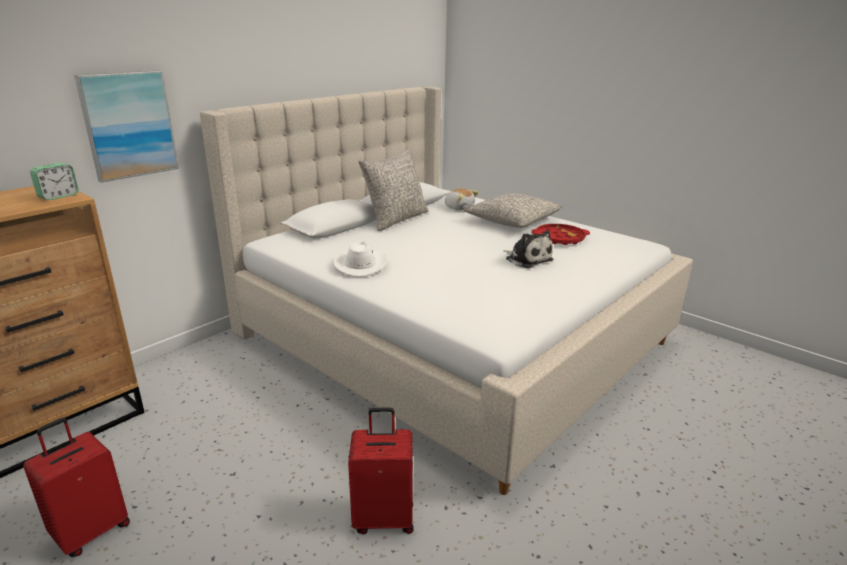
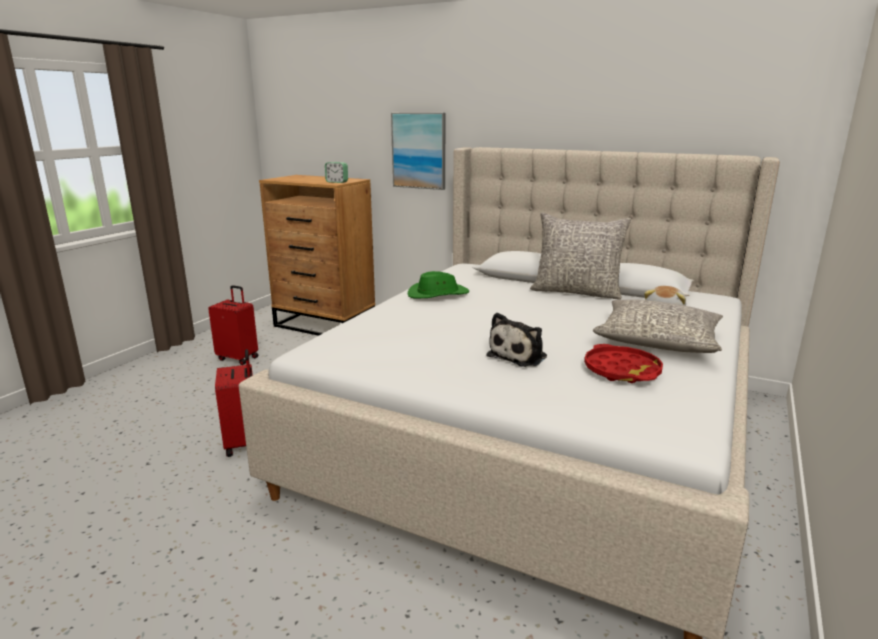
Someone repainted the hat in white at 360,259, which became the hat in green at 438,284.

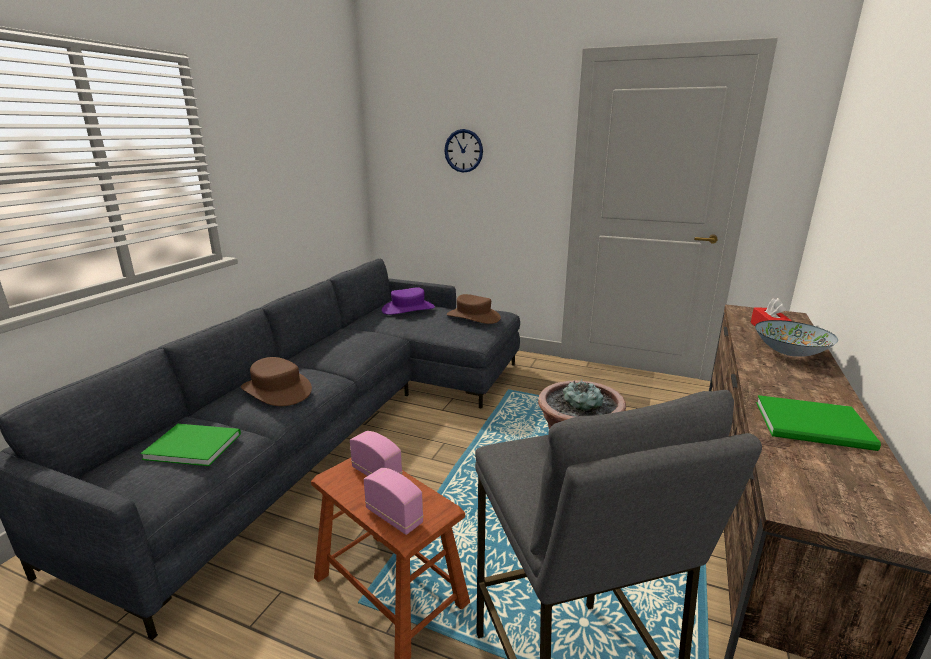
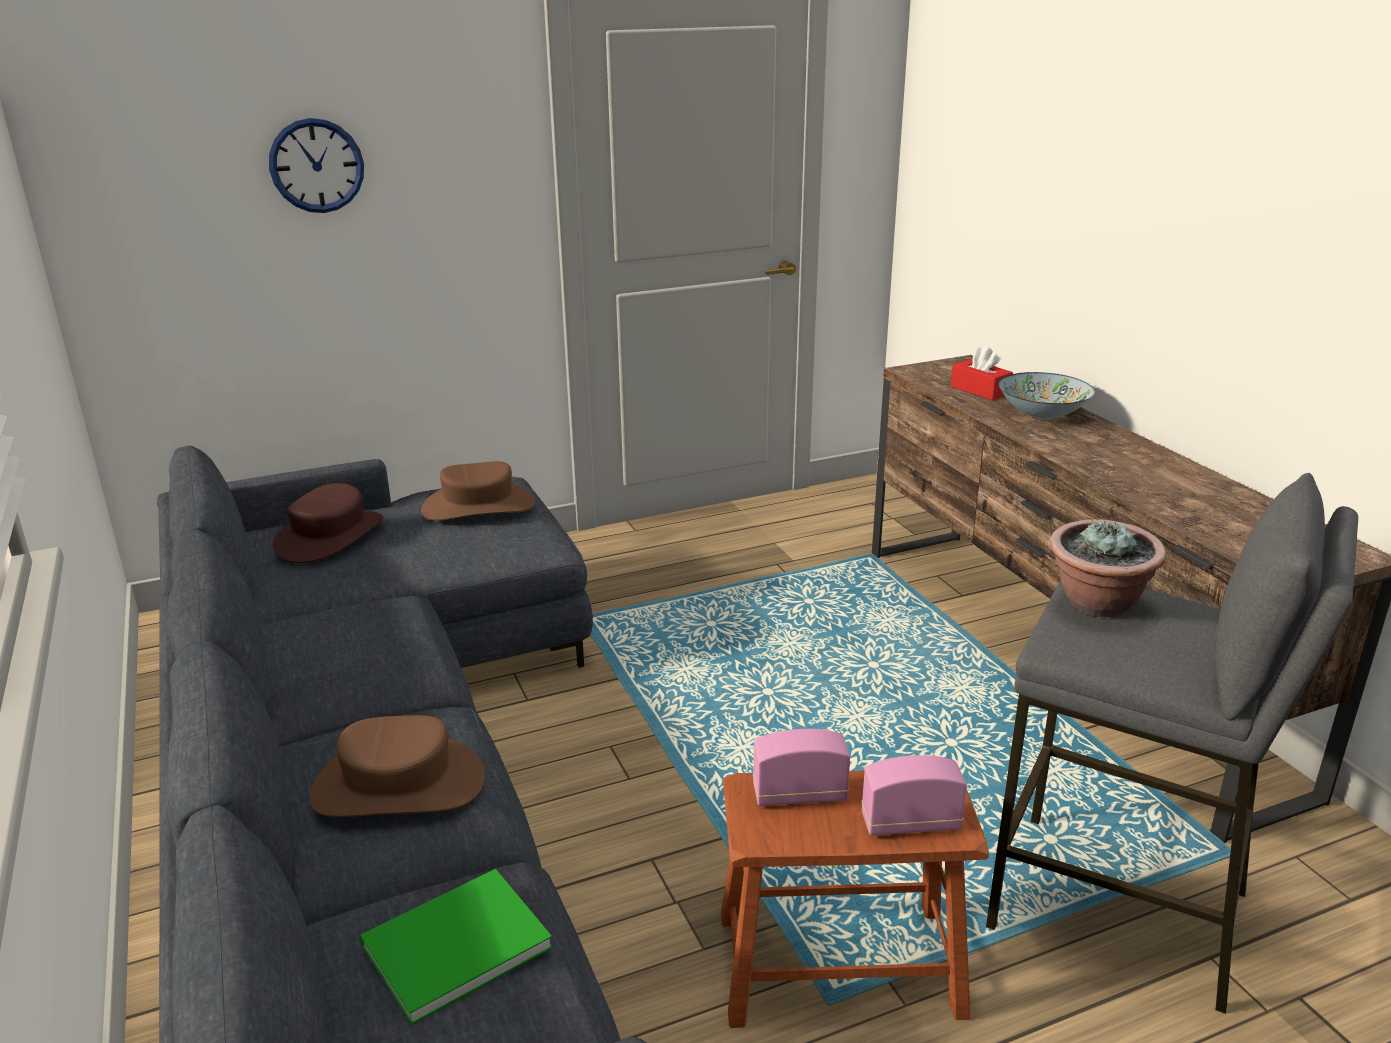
Someone took away the bound book in green at 818,423. Someone repainted the hat in purple at 408,301, which became the hat in brownish at 328,523.

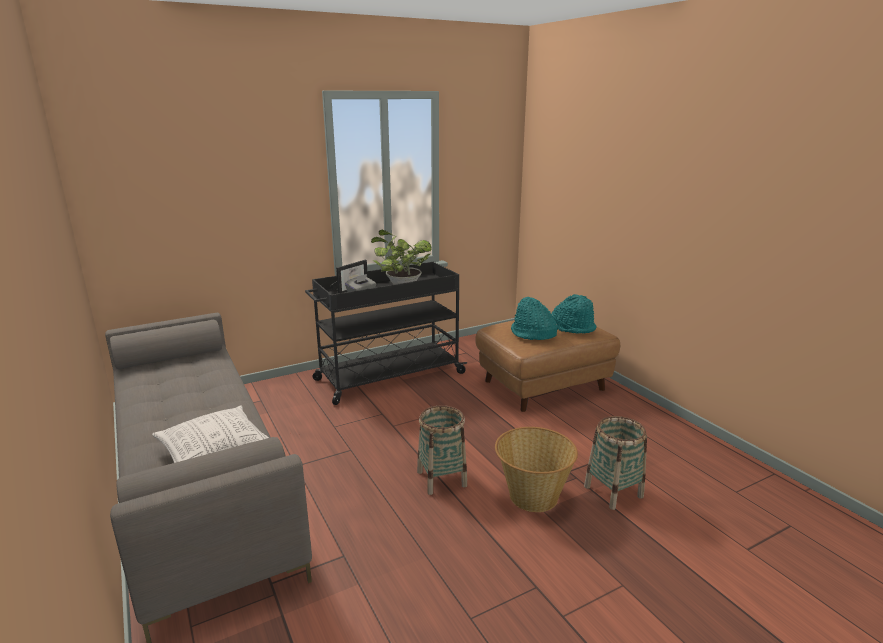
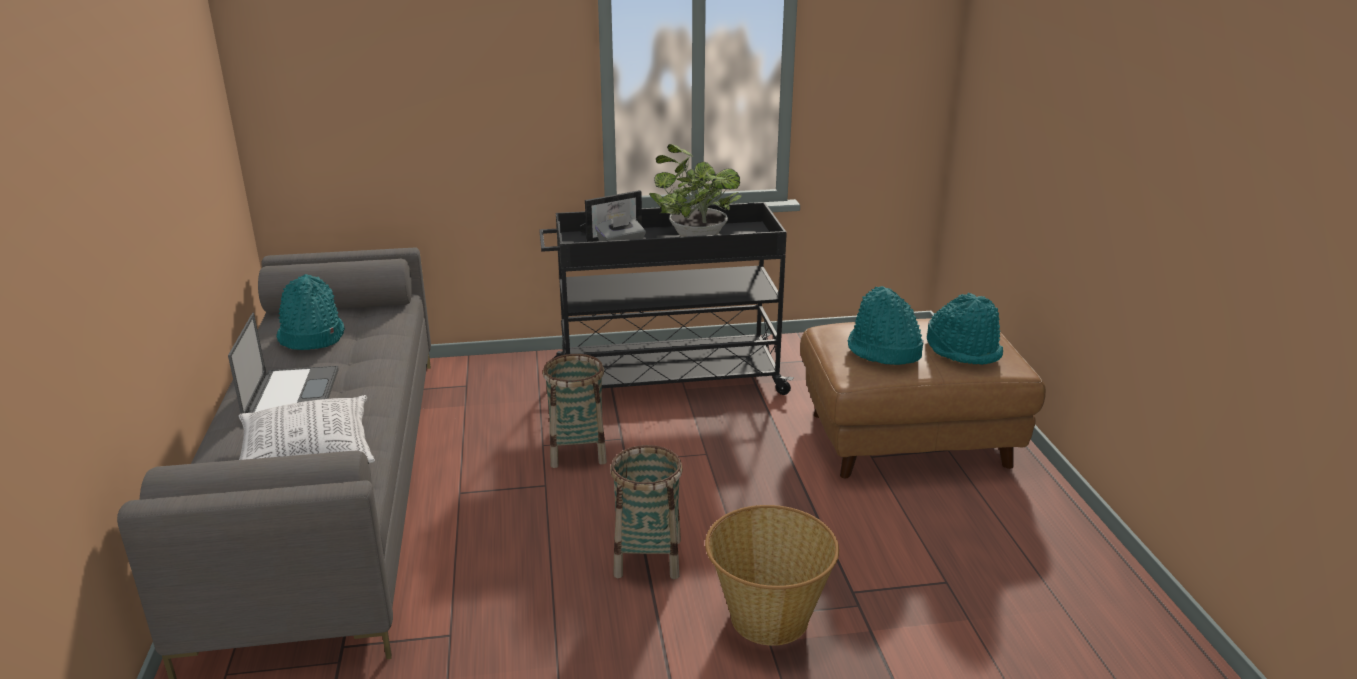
Someone put down the laptop at 283,363. Someone put down the hat in turquoise-coloured at 311,312. Someone carried the basket from 615,463 to 575,411.

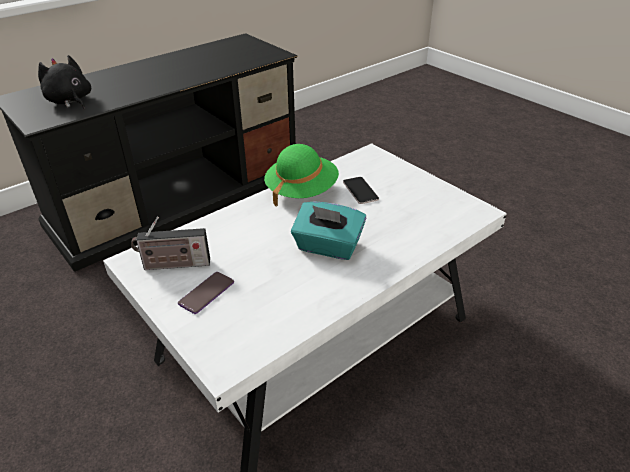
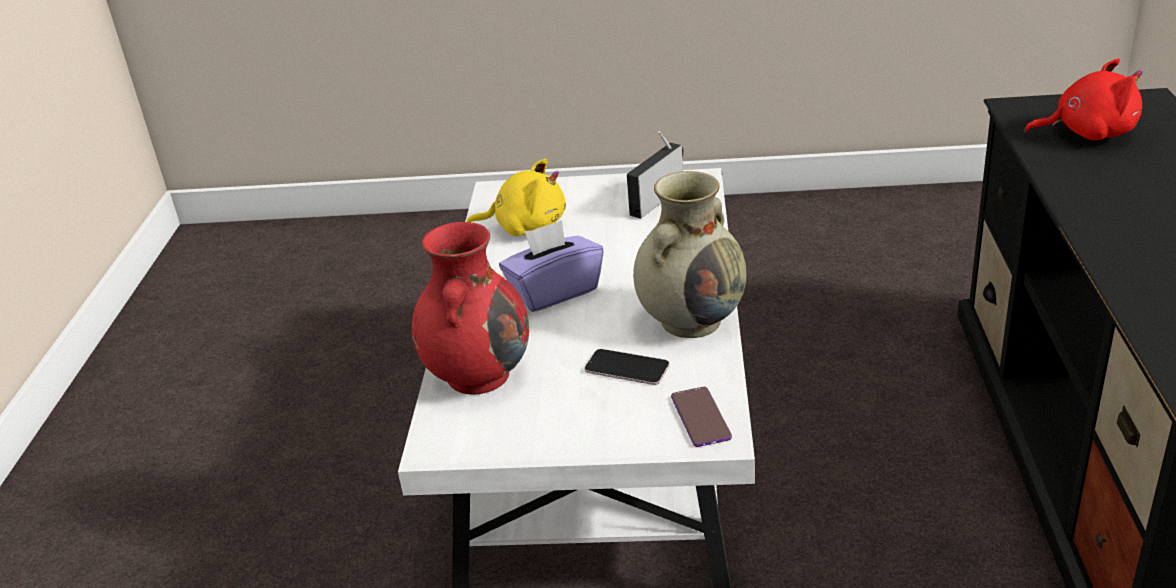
Someone put down the decorative vase in red-coloured at 470,308. Someone put down the plush toy in yellowish at 516,197. Someone carried the phone from 206,293 to 701,417. Someone swapped the hat in green at 301,175 for the decorative vase in beige at 689,254. Someone repainted the plush toy in black at 64,82, which became the plush toy in red-coloured at 1083,99. Someone repainted the tissue holder in turquoise-coloured at 328,230, which became the tissue holder in purple at 551,266.

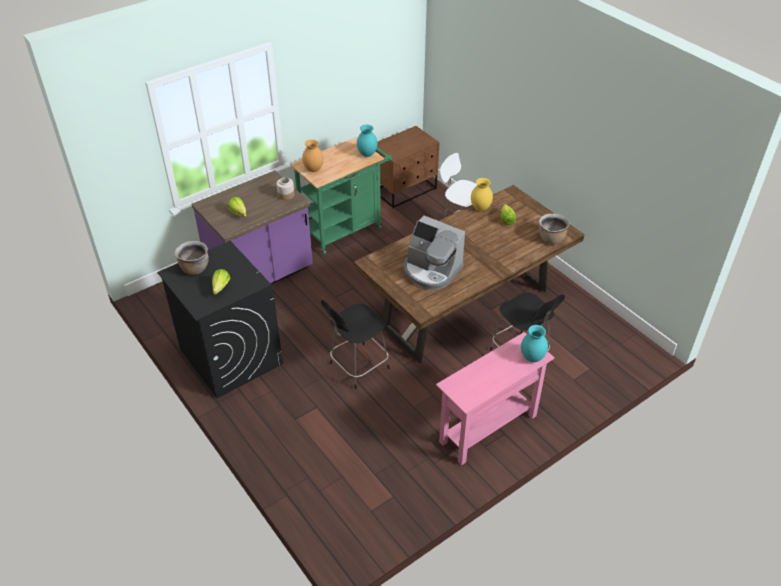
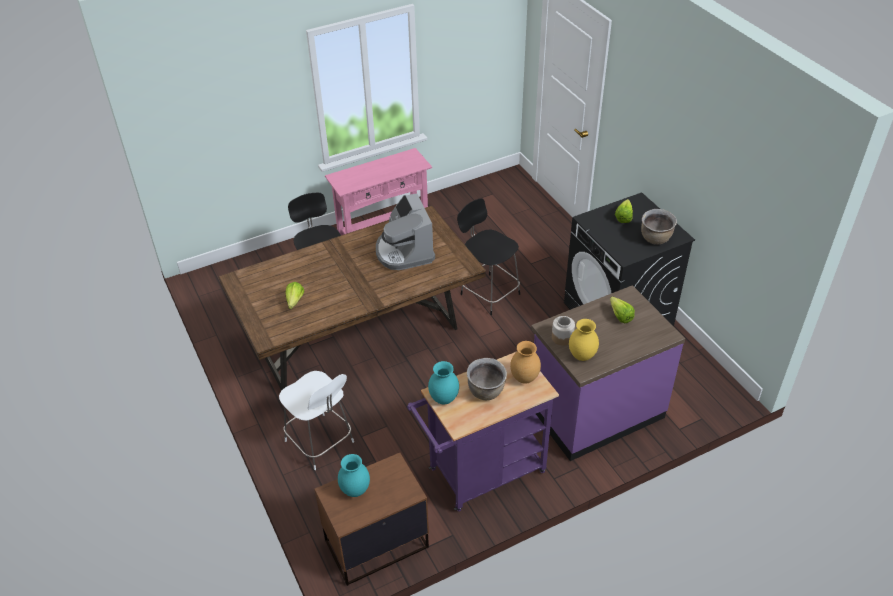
Someone carried the decorative vase in yellowish from 482,194 to 584,340. Someone carried the decorative vase in turquoise-coloured from 534,343 to 354,475. Someone carried the cooking pot in brownish from 554,229 to 487,379. Someone repainted the wheeled cart in green at 341,196, which became the wheeled cart in purple at 483,432. Someone rotated the plain chair in black at 355,344 by 105 degrees counterclockwise. Someone rotated the coffee maker at 434,253 by 150 degrees counterclockwise.

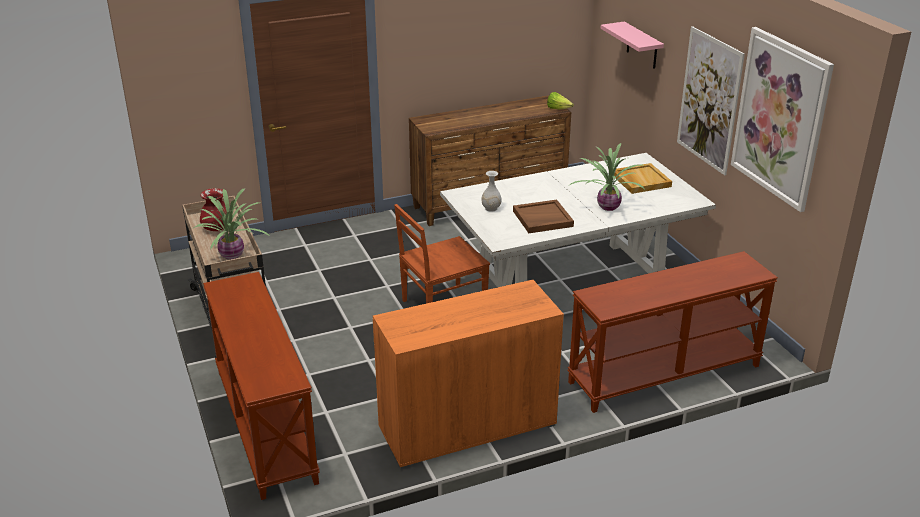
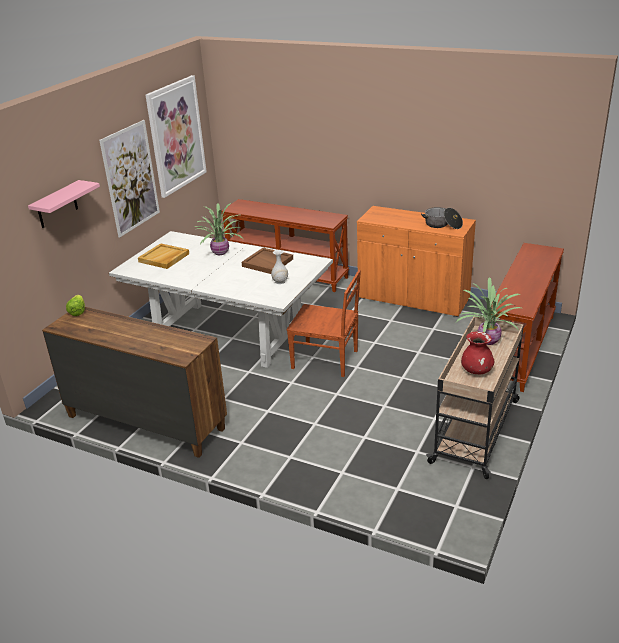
Someone put down the cooking pot at 442,218.

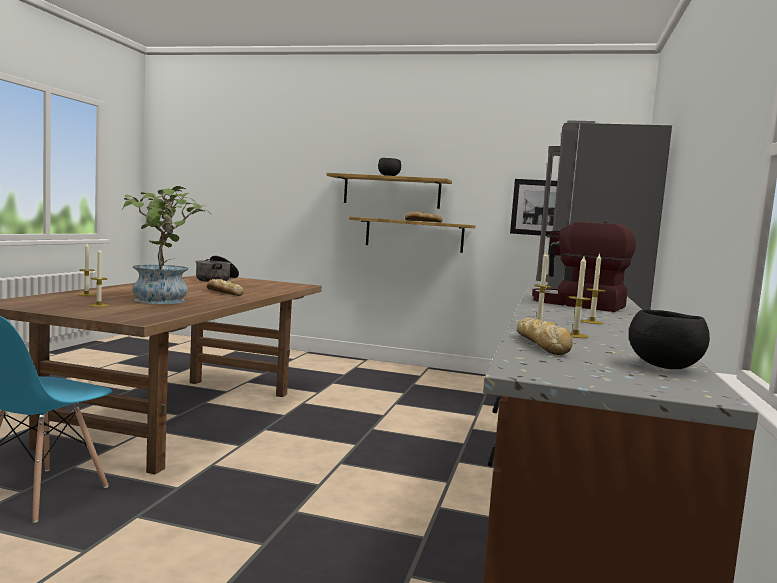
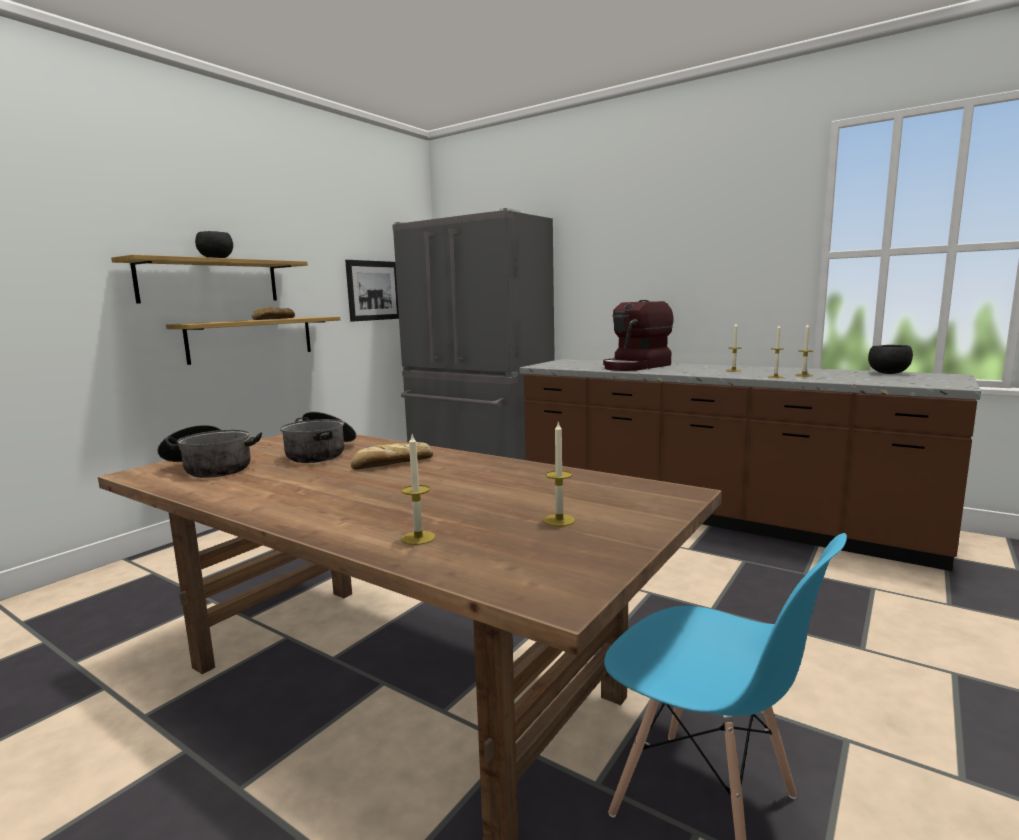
Someone took away the houseplant at 167,245. Someone took away the baked bread at 545,336. Someone put down the cooking pot at 318,437.

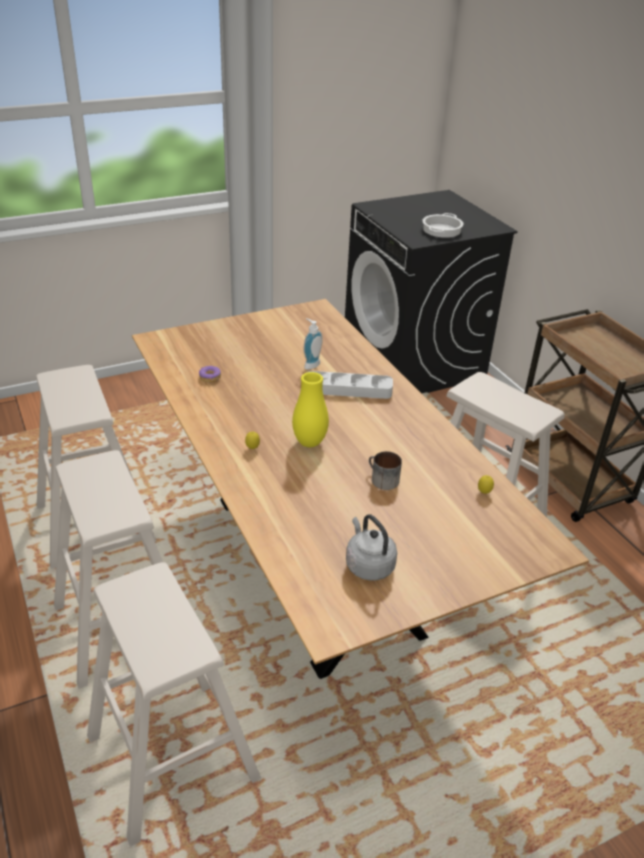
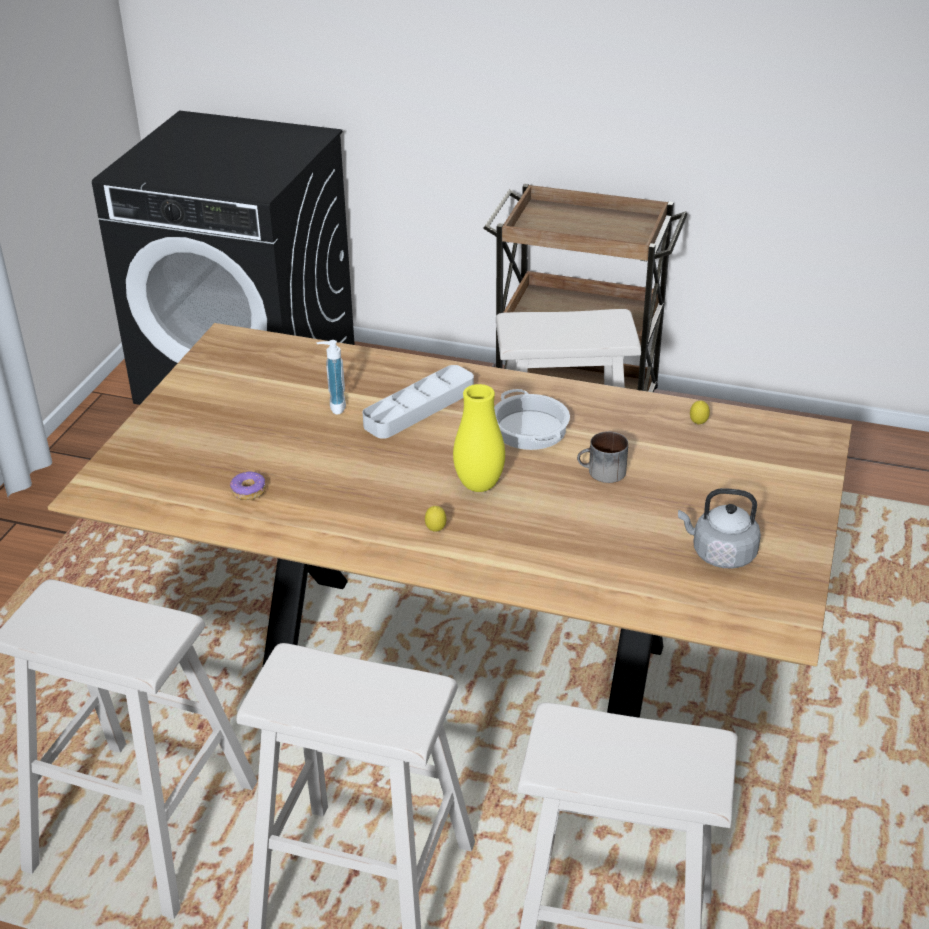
Someone carried the cooking pot from 443,225 to 532,419.

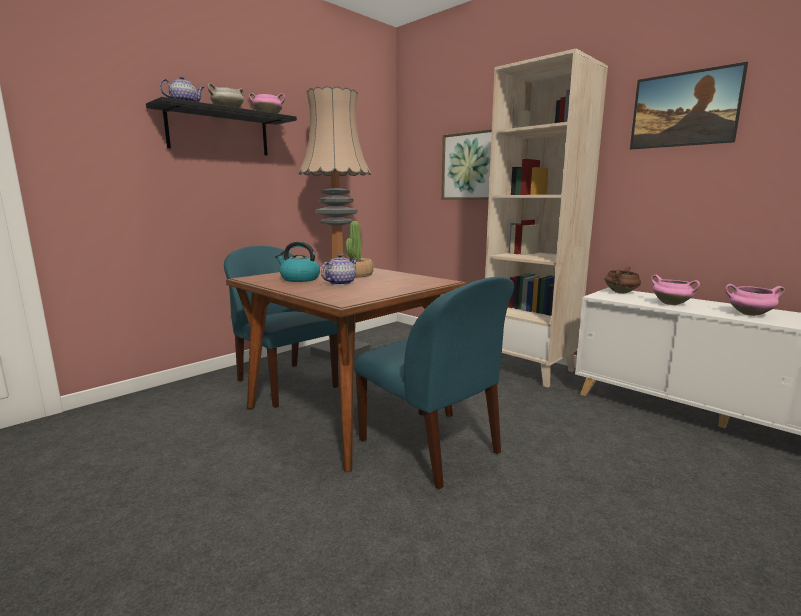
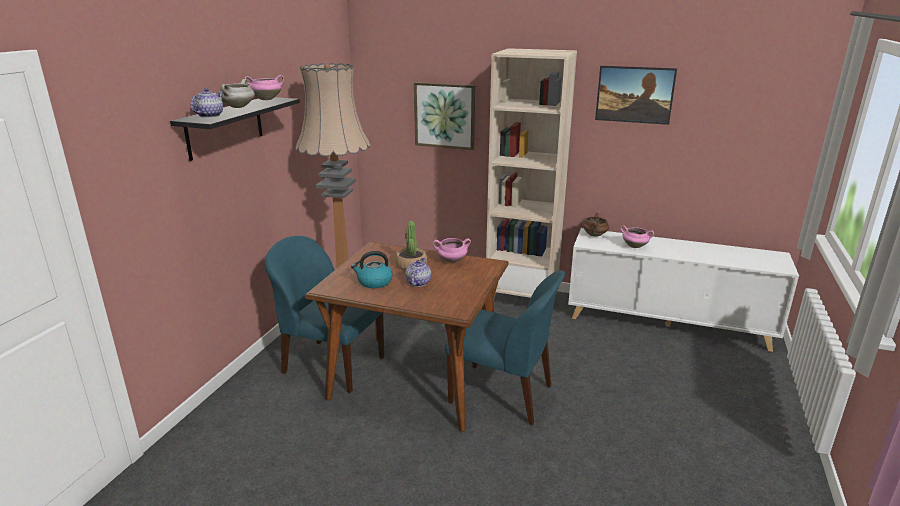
Someone carried the cooking pot in pinkish from 755,300 to 452,250.

